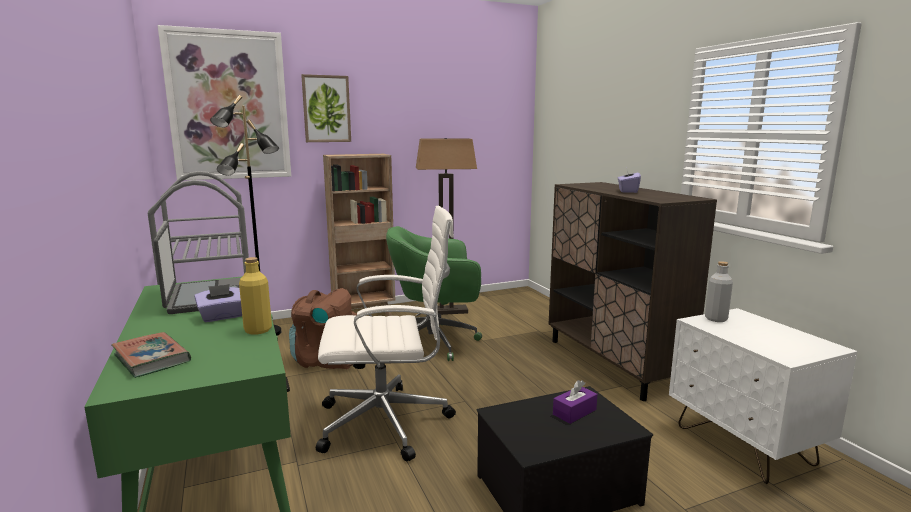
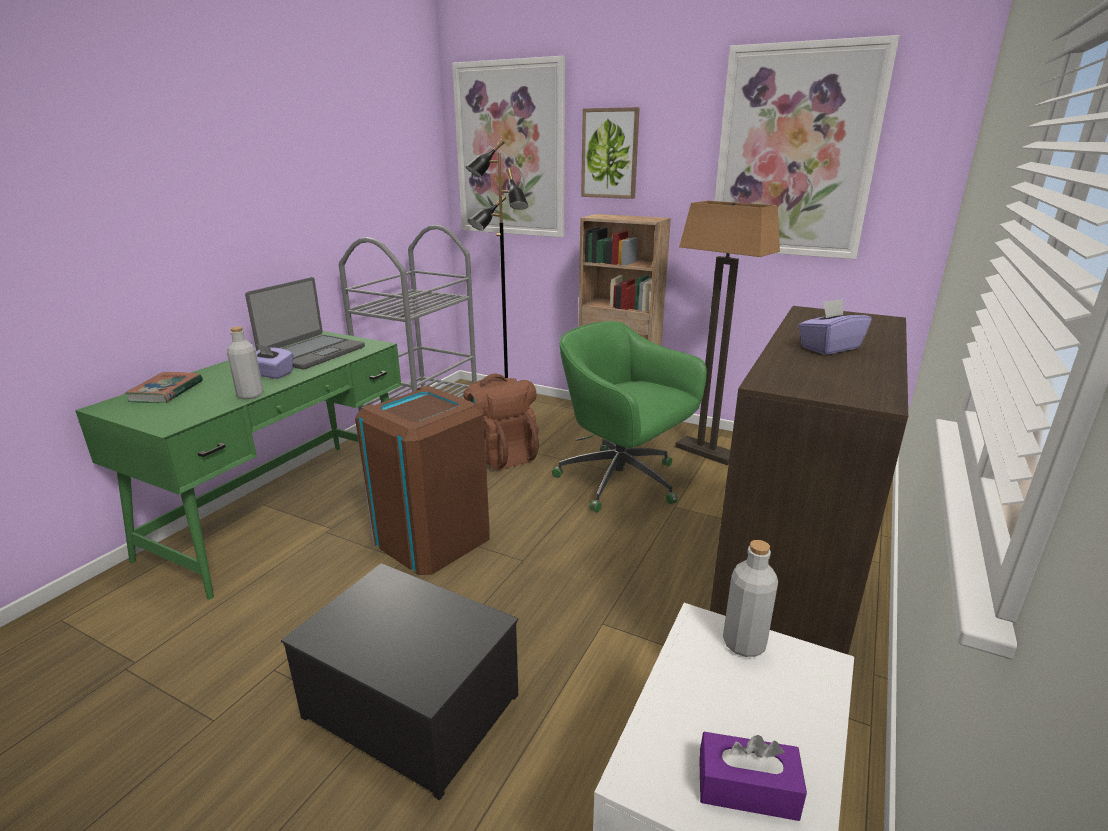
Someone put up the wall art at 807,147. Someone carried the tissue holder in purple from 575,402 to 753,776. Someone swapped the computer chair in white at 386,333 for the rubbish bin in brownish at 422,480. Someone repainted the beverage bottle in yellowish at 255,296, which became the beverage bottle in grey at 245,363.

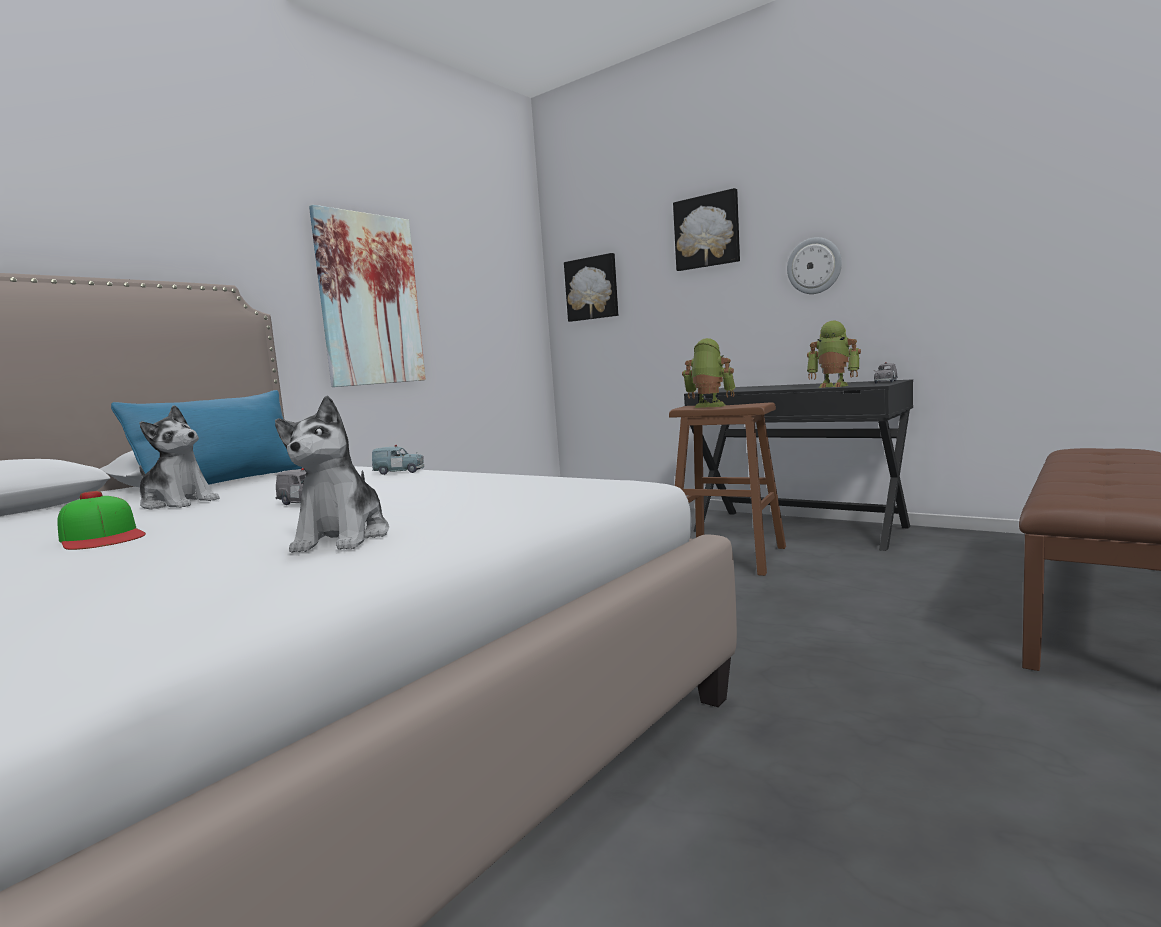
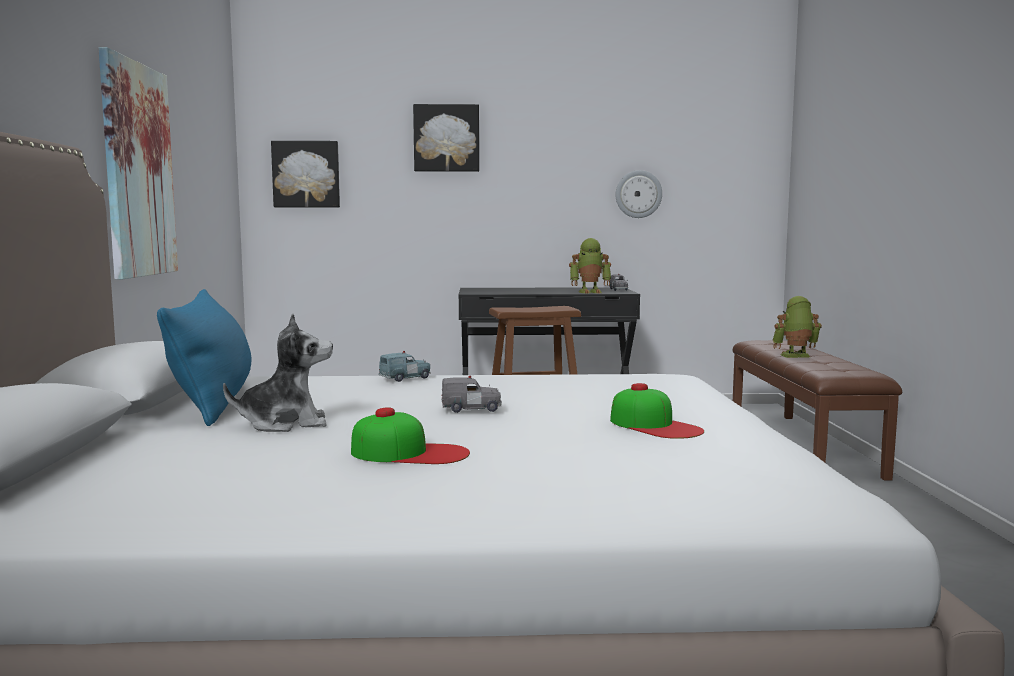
Someone carried the robot figure from 708,373 to 797,327. Someone carried the clock on the wall from 814,265 to 639,194. Someone swapped the plush toy at 332,474 for the cap at 657,411.

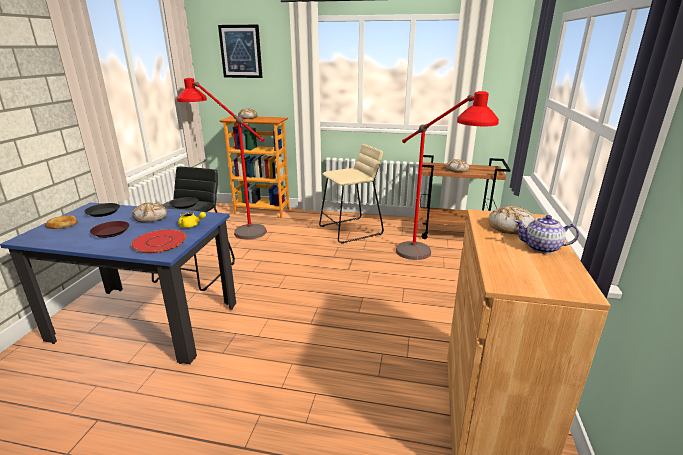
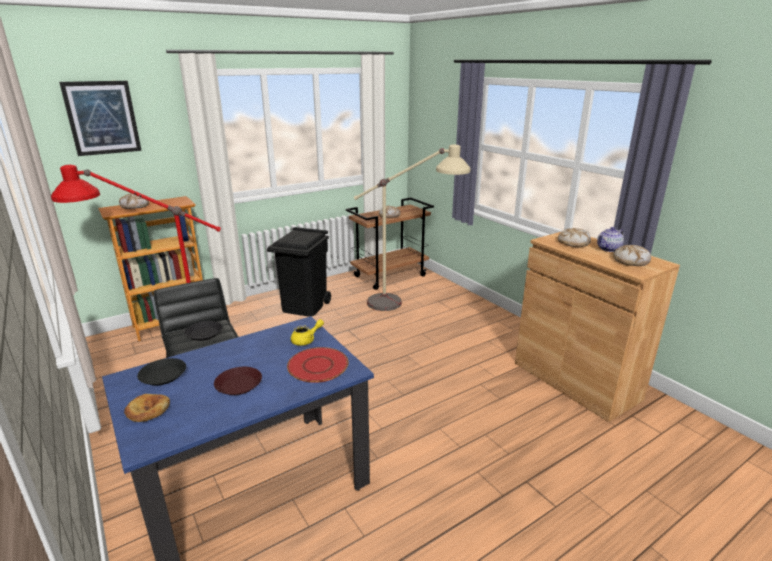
Someone carried the baked bread from 149,212 to 632,255. Someone swapped the stool in beige at 351,194 for the rubbish bin in black at 299,271. Someone repainted the standing lamp in red-coloured at 447,175, which became the standing lamp in beige at 412,227.

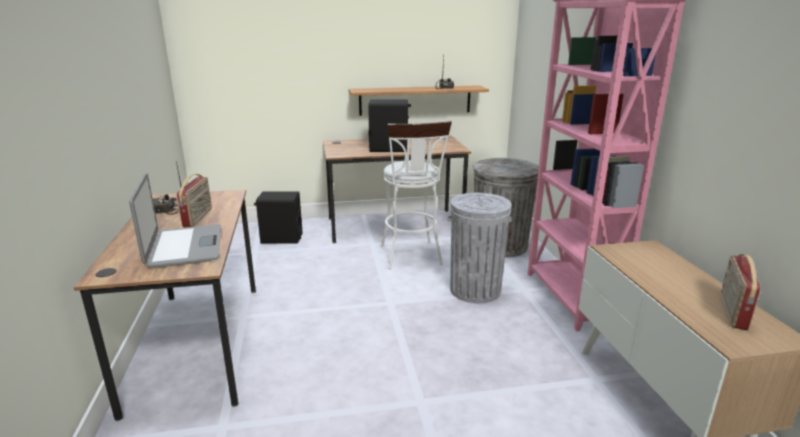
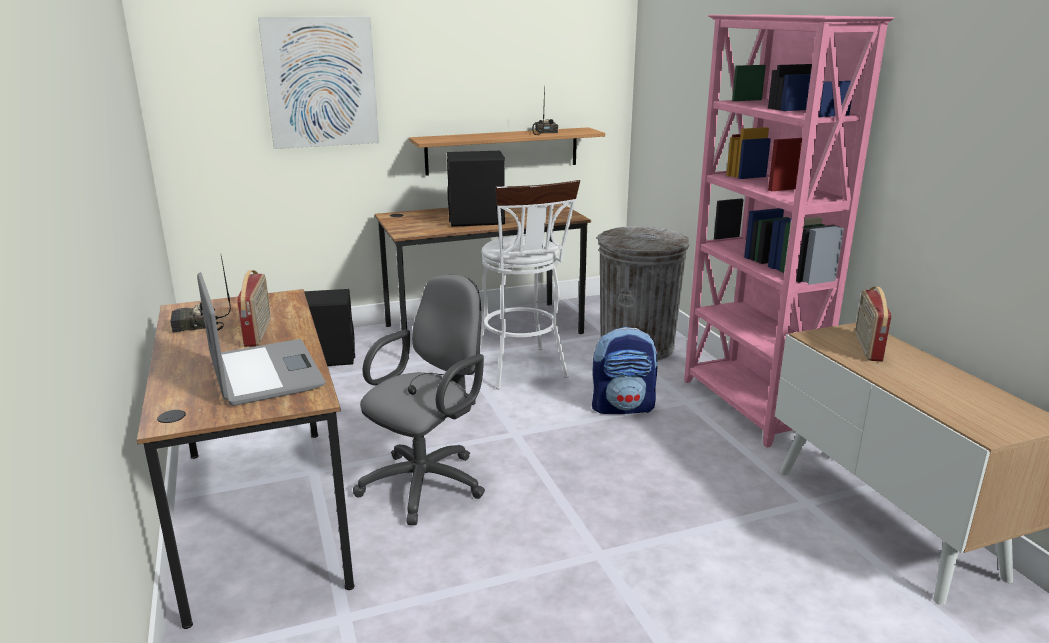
Someone put up the wall art at 318,83. Someone put down the computer chair in grey at 419,400. Someone carried the radio receiver from 741,292 to 873,324. Someone swapped the rubbish bin in grey at 480,248 for the rucksack at 625,370.

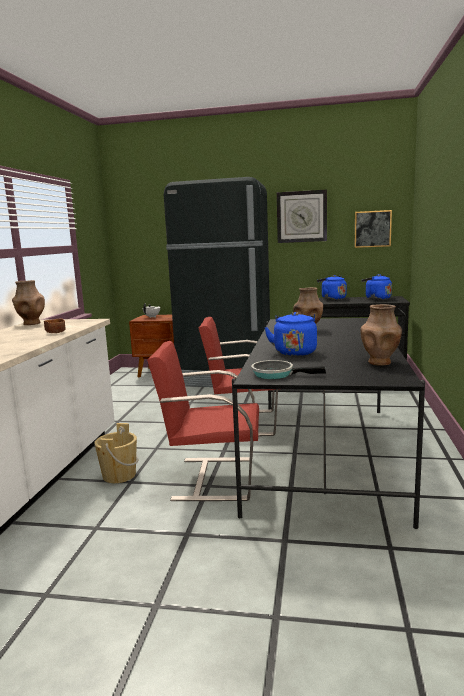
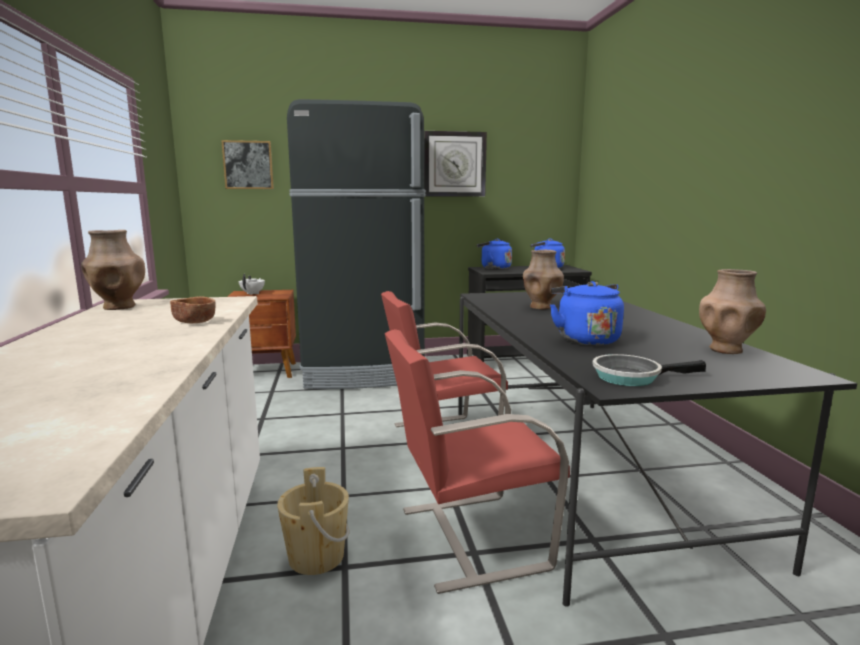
Someone carried the wall art from 373,229 to 247,164.

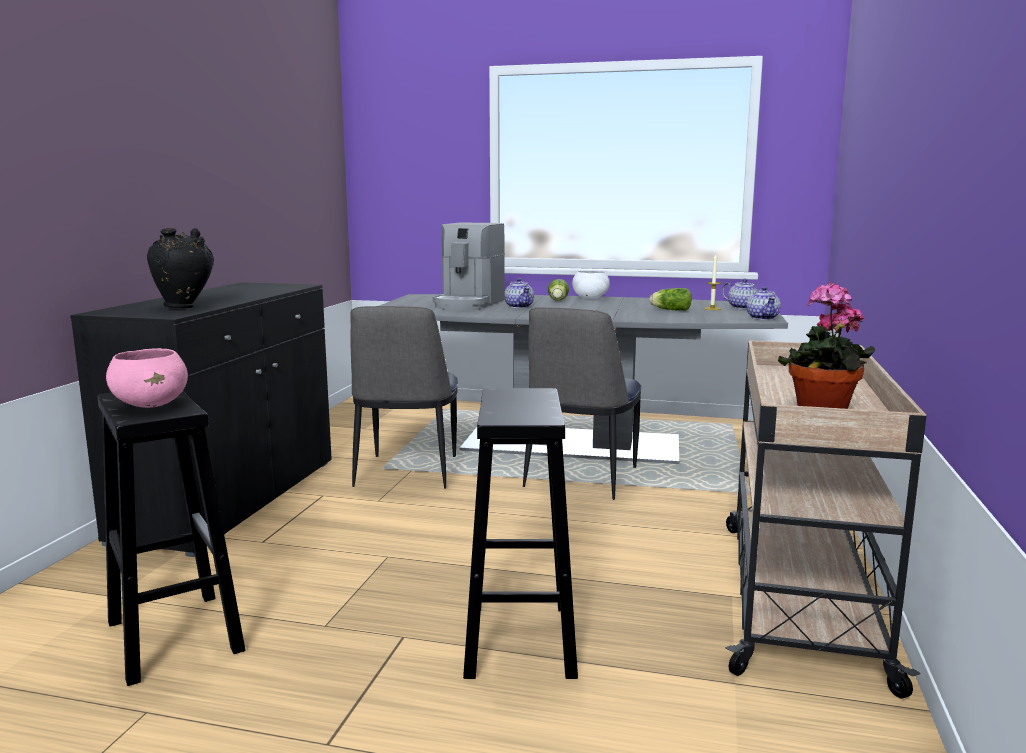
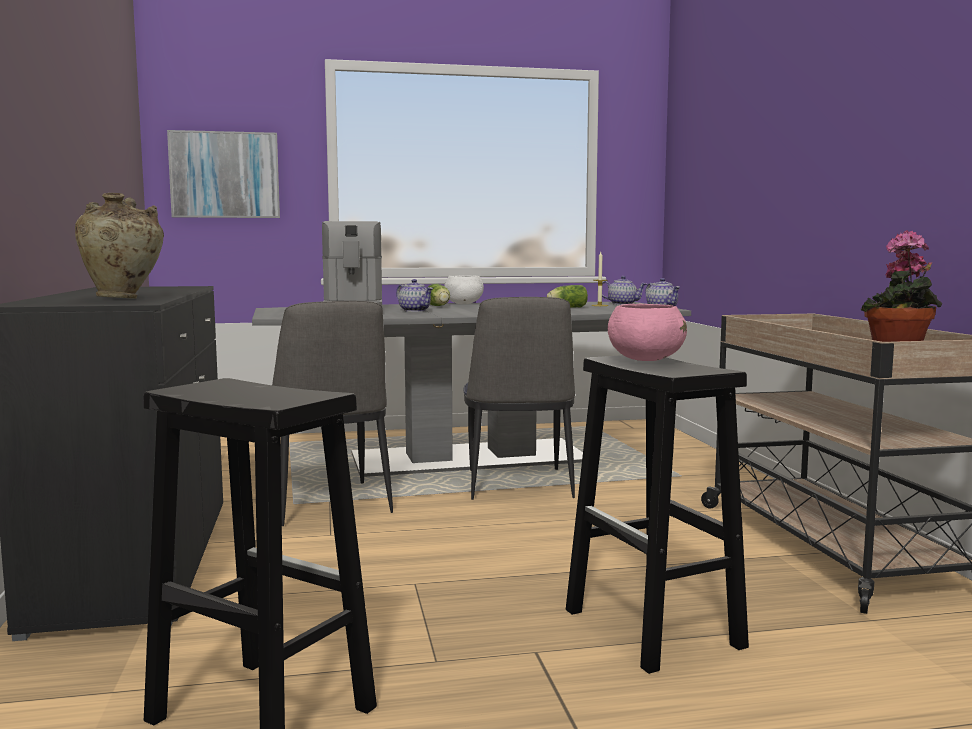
Someone put up the wall art at 223,174. Someone carried the bowl in pinkish from 147,378 to 647,332. Someone repainted the decorative vase in black at 180,268, which became the decorative vase in beige at 119,246.

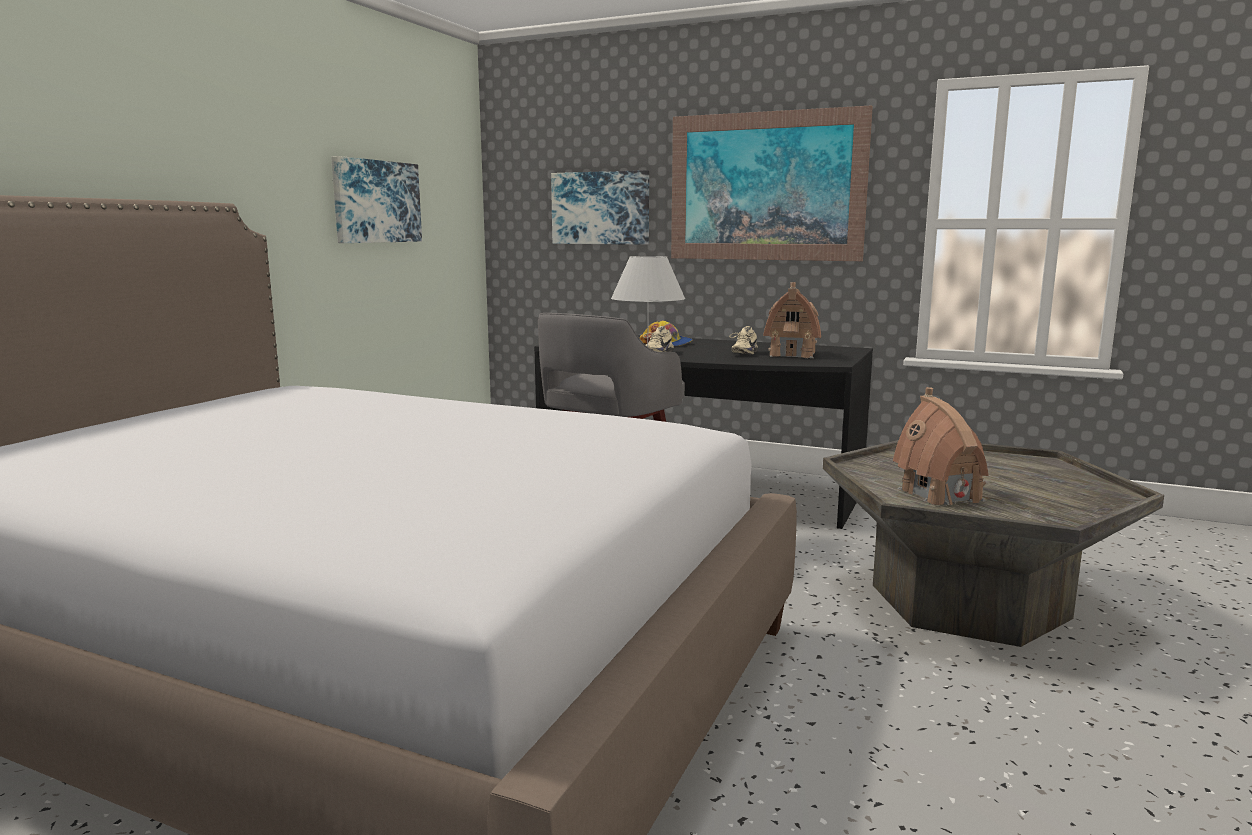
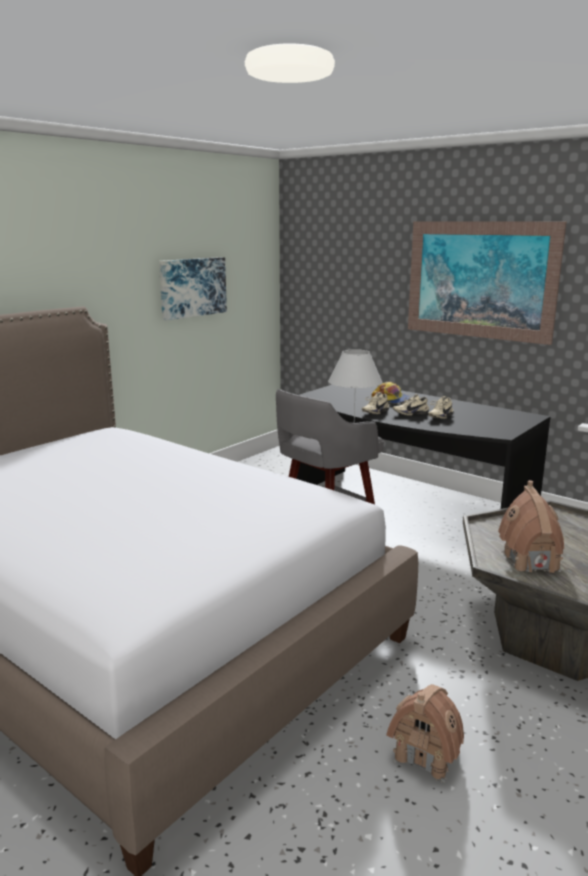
Someone took away the wall art at 600,207. Someone put down the shoe in beige at 411,405. Someone carried the toy house from 792,320 to 425,733.

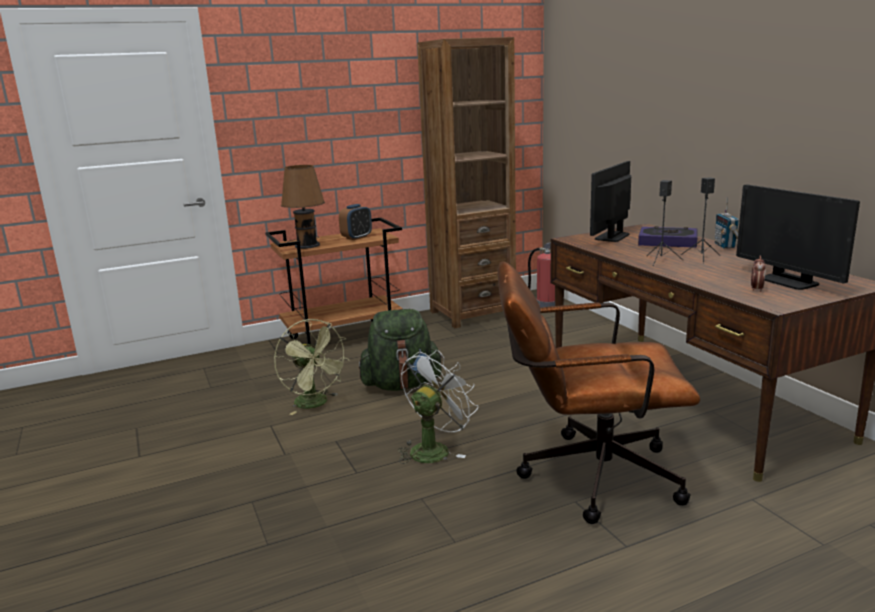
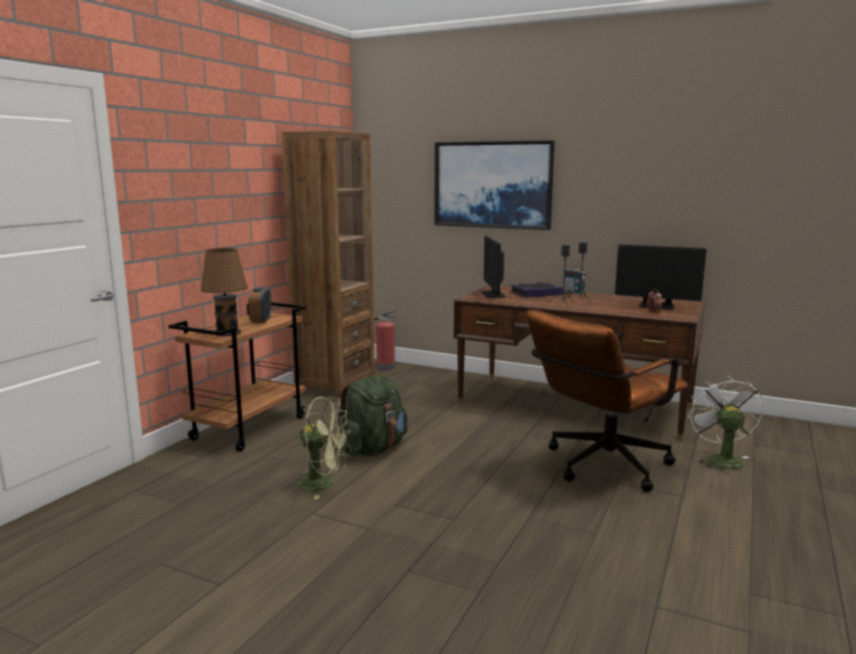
Someone put up the wall art at 495,185. Someone carried the fan in white from 438,407 to 726,425.

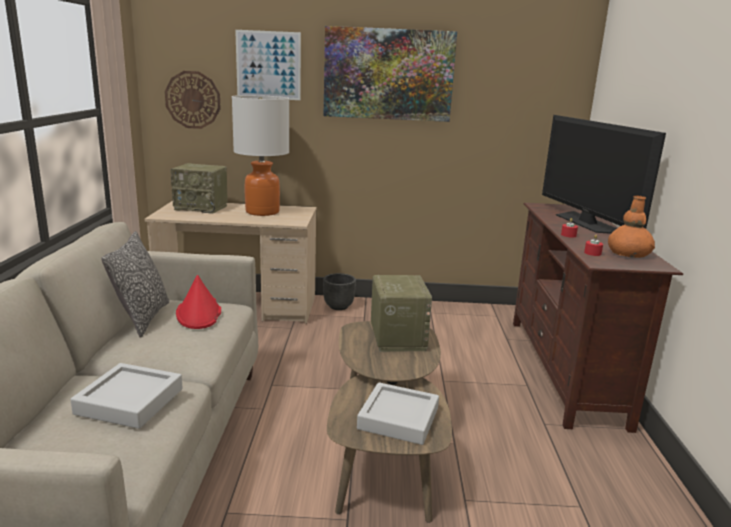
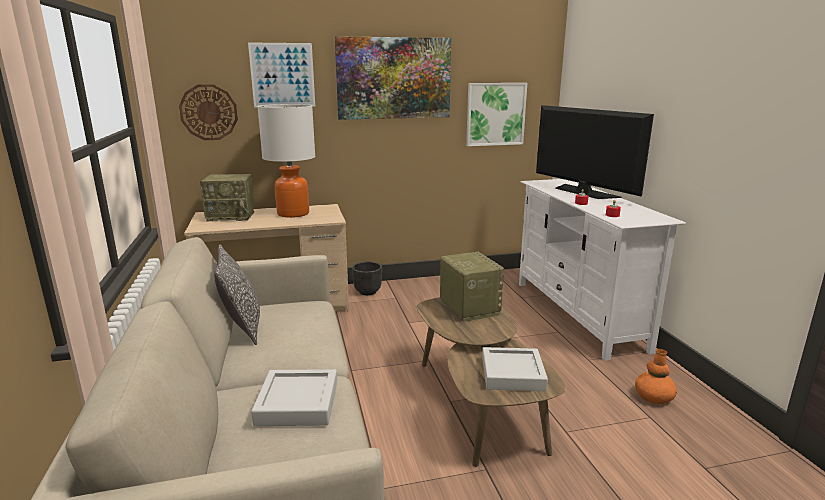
Someone took away the hat in red-coloured at 198,302. Someone put up the wall art at 496,114. Someone carried the decorative vase in orange-coloured from 631,227 to 656,377. Someone repainted the tv unit in brownish at 598,318, which became the tv unit in white at 602,270.

